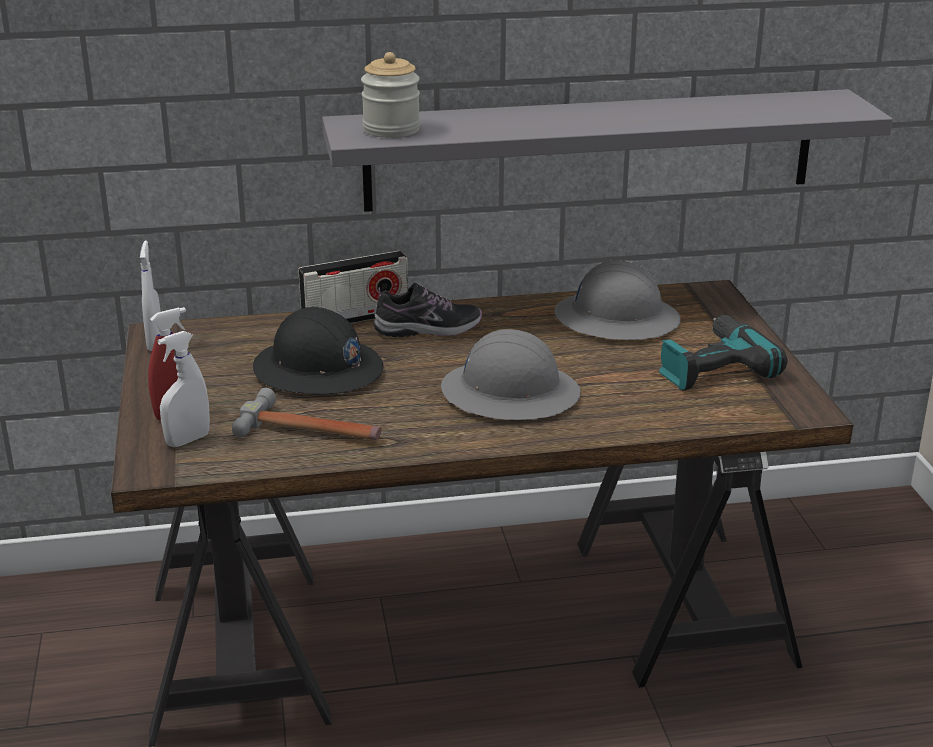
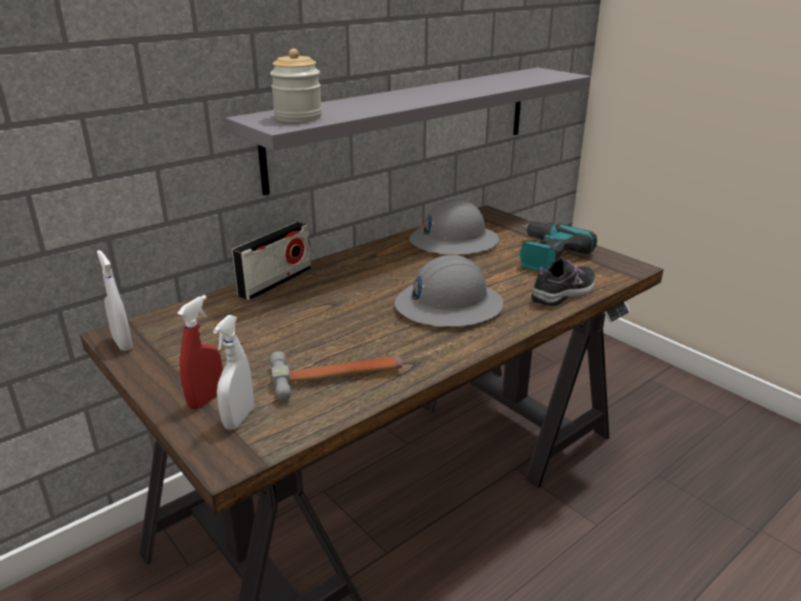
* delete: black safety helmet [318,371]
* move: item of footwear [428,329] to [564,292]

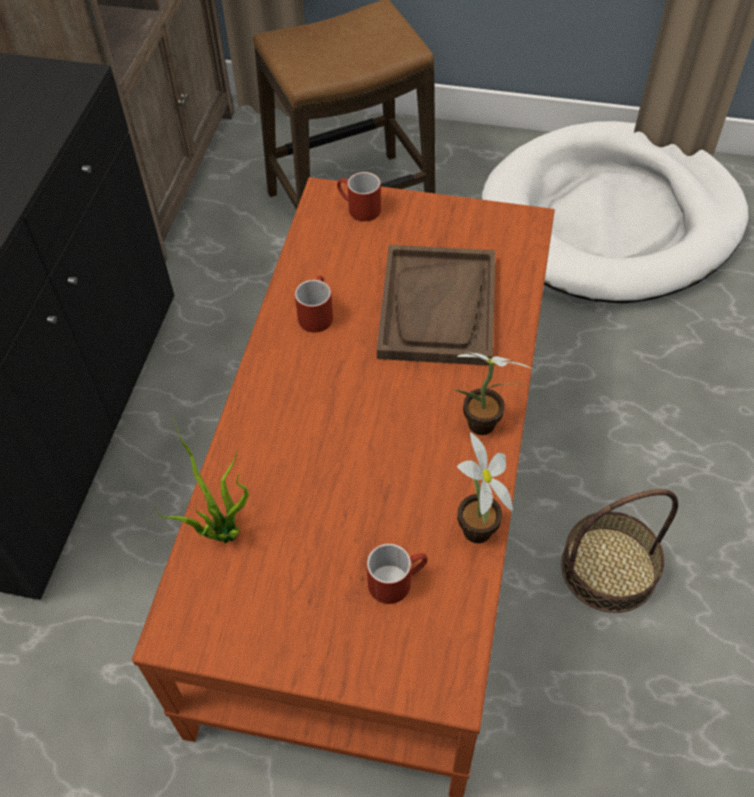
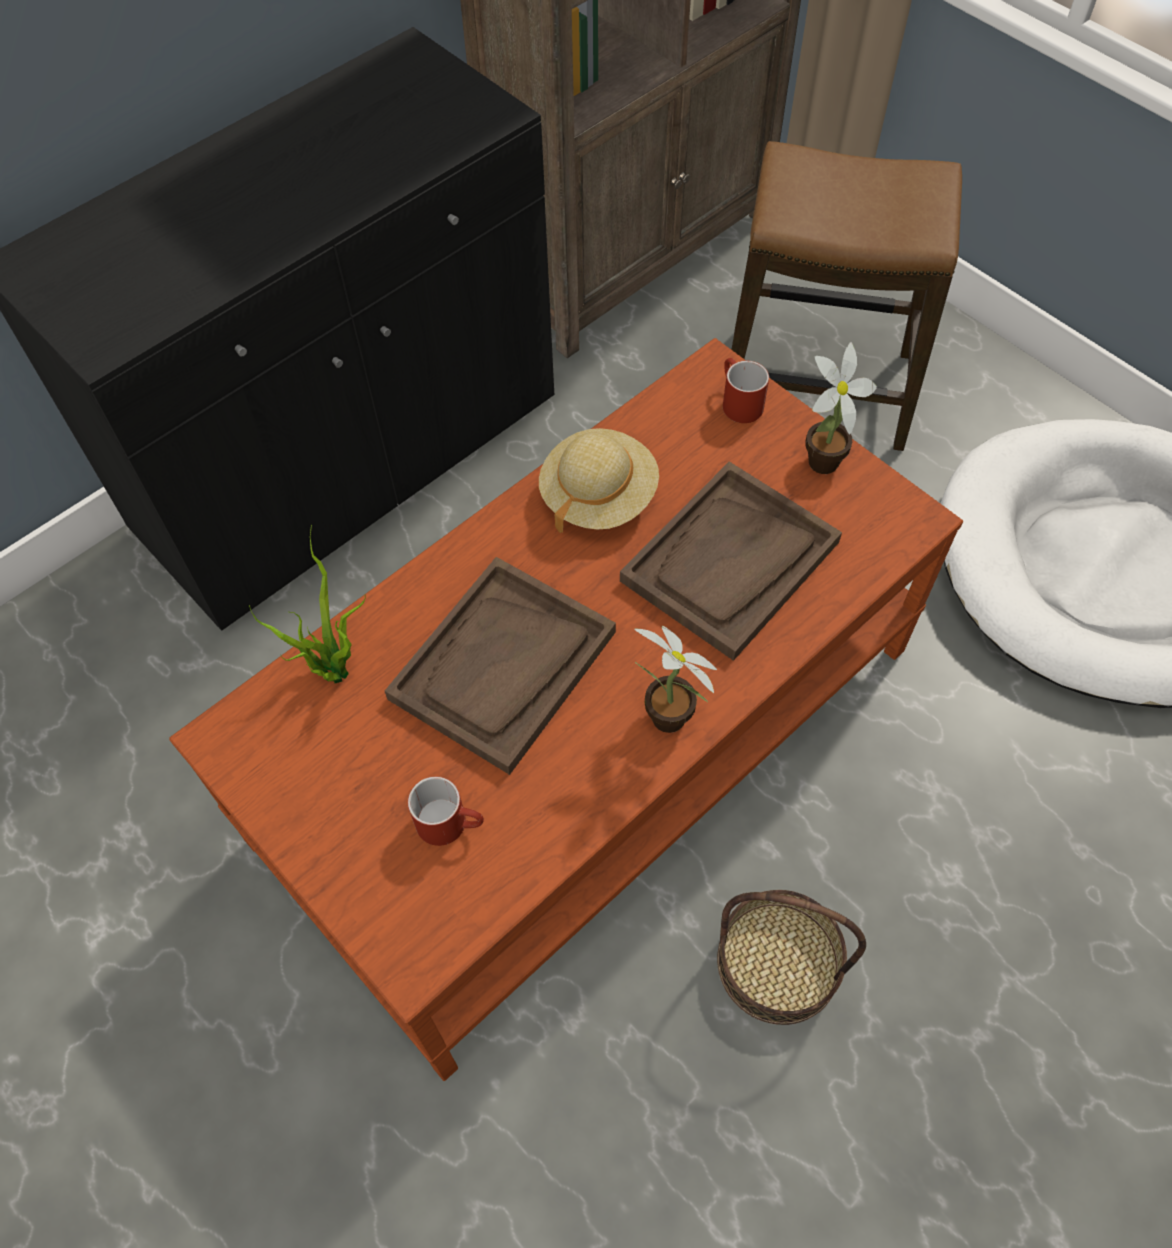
* insert: brown-coloured serving tray [503,666]
* move: plant in a pot [475,535] to [818,465]
* replace: reddish mug [316,313] to beige hat [598,496]

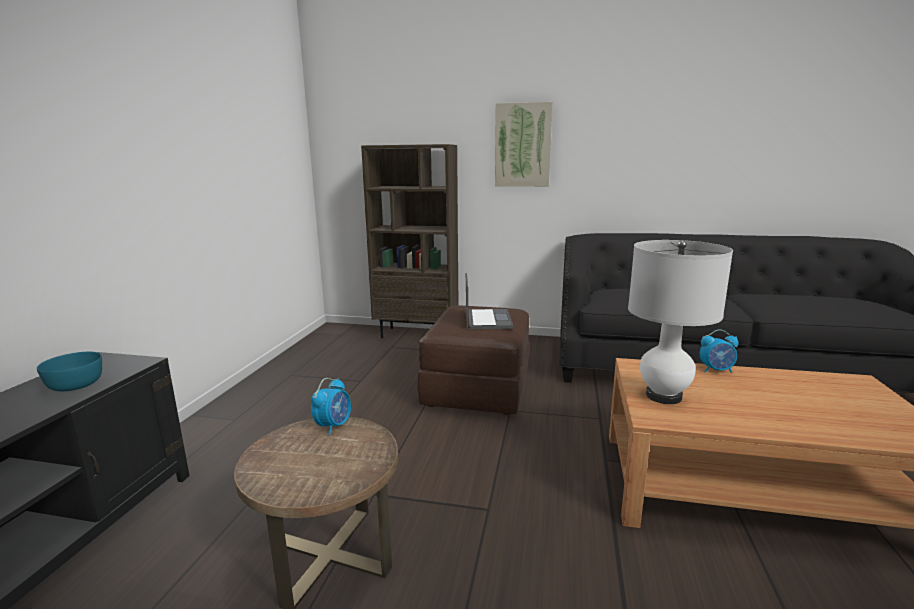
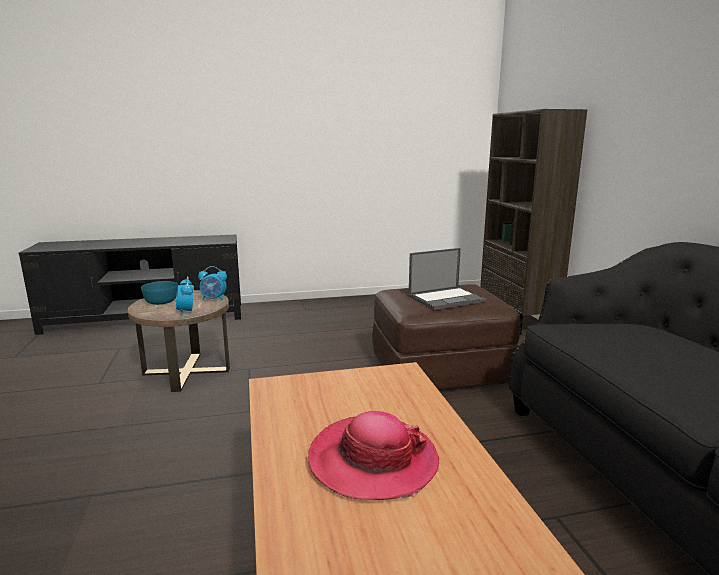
* delete: wall picture [523,145]
* delete: white table lamp [663,396]
* insert: hat [373,461]
* move: turquoise-coloured serving bowl [74,384] to [161,301]
* move: table clock [716,370] to [186,311]

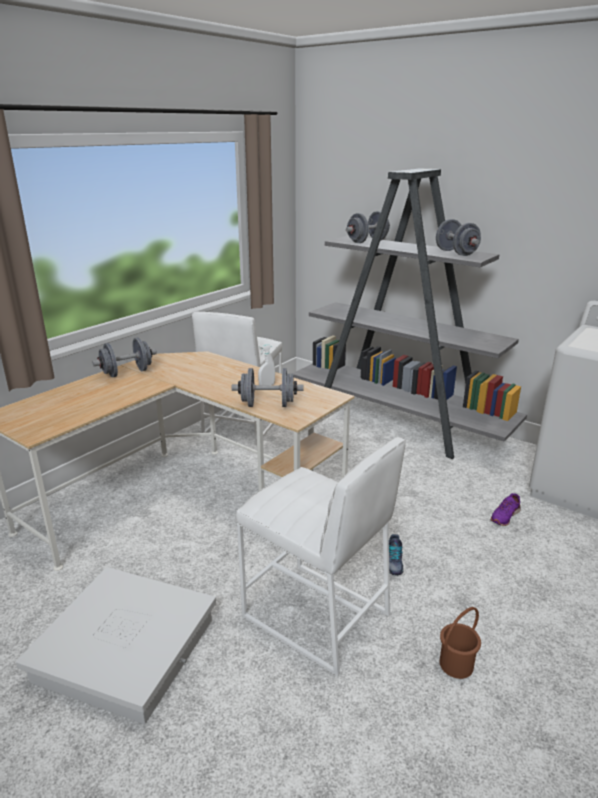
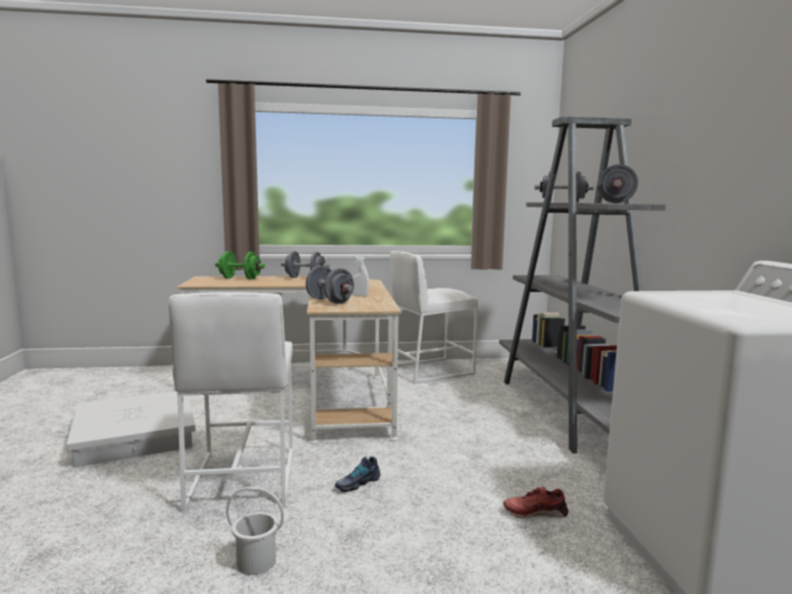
* insert: green-coloured hand weight [240,278]
* recolor: brown-coloured water bucket [457,664] to white water bucket [256,562]
* recolor: purple-coloured item of footwear [505,516] to reddish item of footwear [535,512]

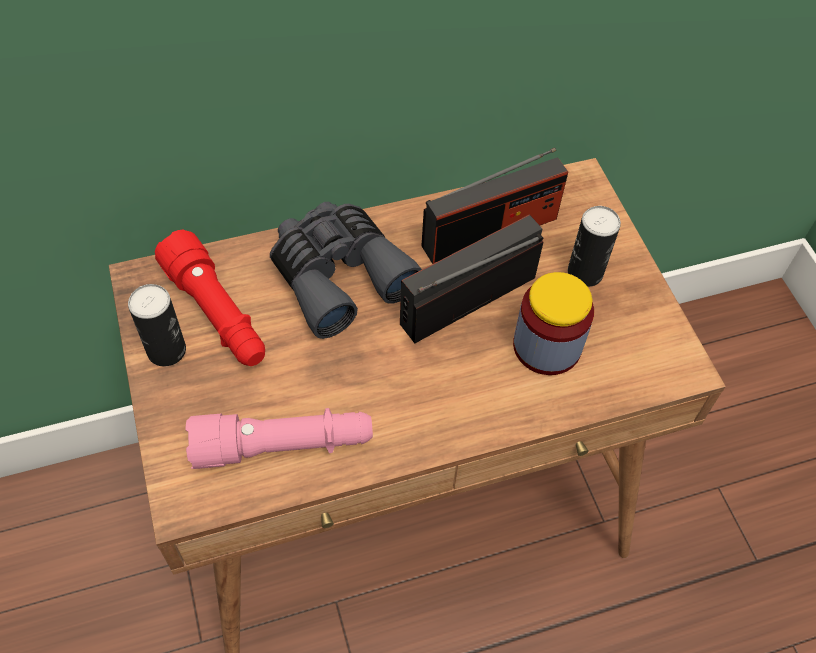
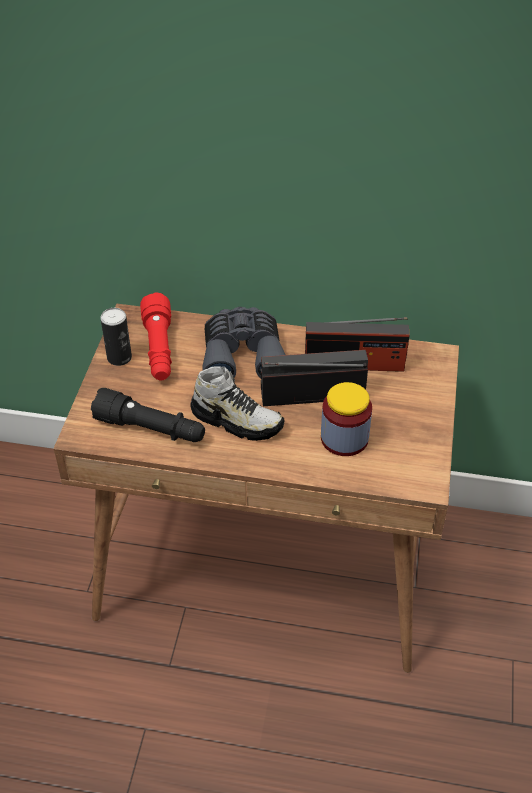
* delete: sealed can [585,273]
* insert: item of footwear [237,420]
* recolor: pink-coloured hand torch [283,446] to black hand torch [151,429]

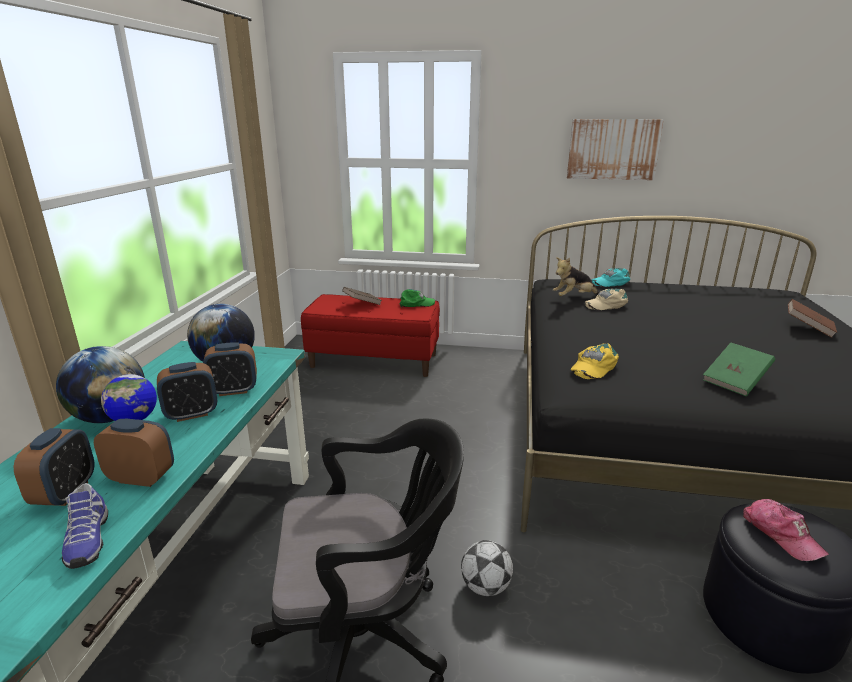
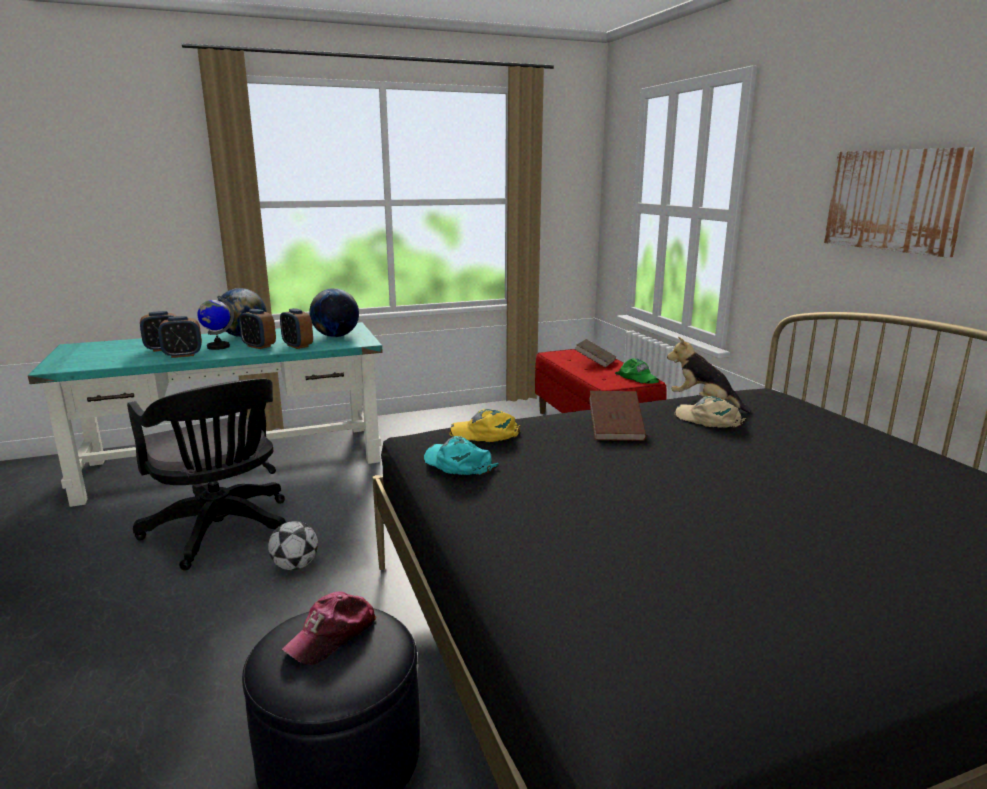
* delete: item of footwear [87,541]
* delete: green-coloured volume [735,381]
* move: turquoise-coloured peaked cap [610,282] to [458,463]
* move: brown-coloured volume [808,328] to [615,430]
* rotate: table clock [142,477] = [183,355] 90 degrees clockwise

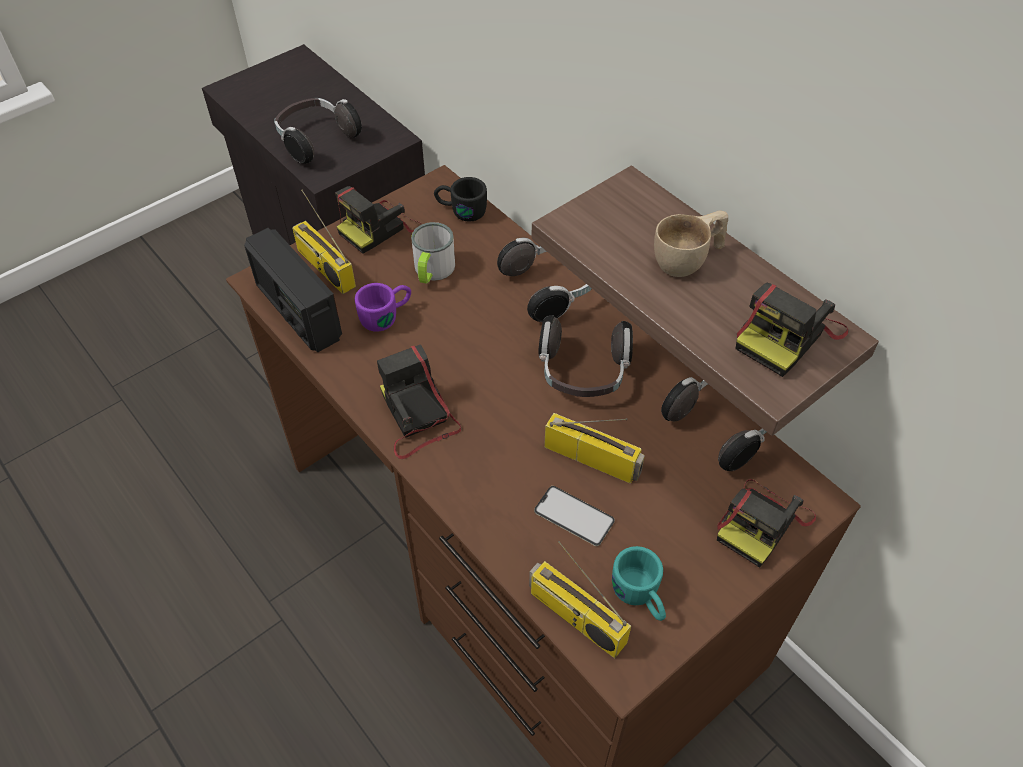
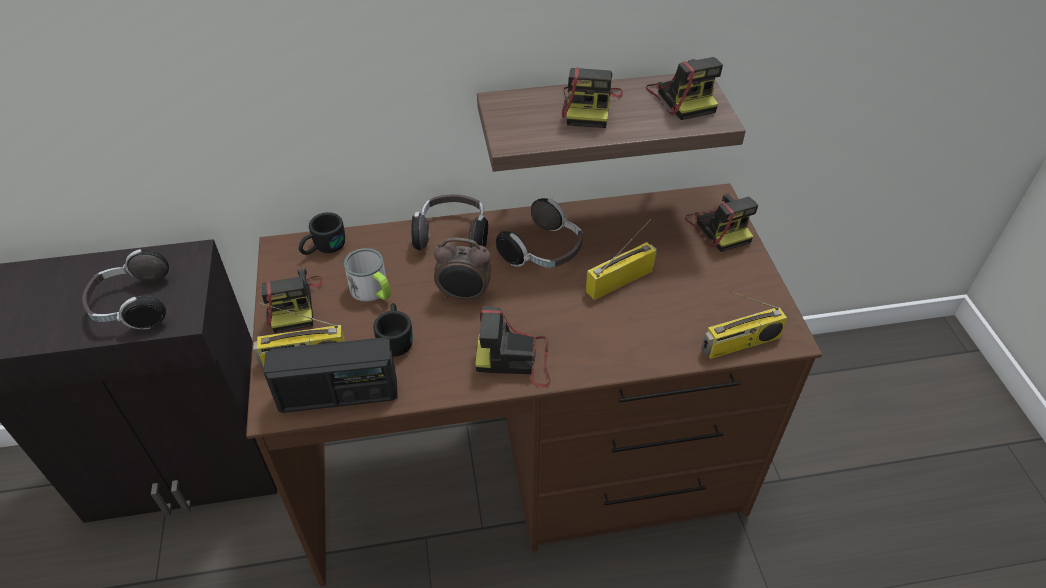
* delete: telephone [574,516]
* delete: turquoise-coloured mug [640,597]
* delete: headphones [720,427]
* insert: table clock [464,295]
* replace: beige cup [688,260] to still camera [590,106]
* recolor: purple-coloured mug [387,315] to black mug [395,337]

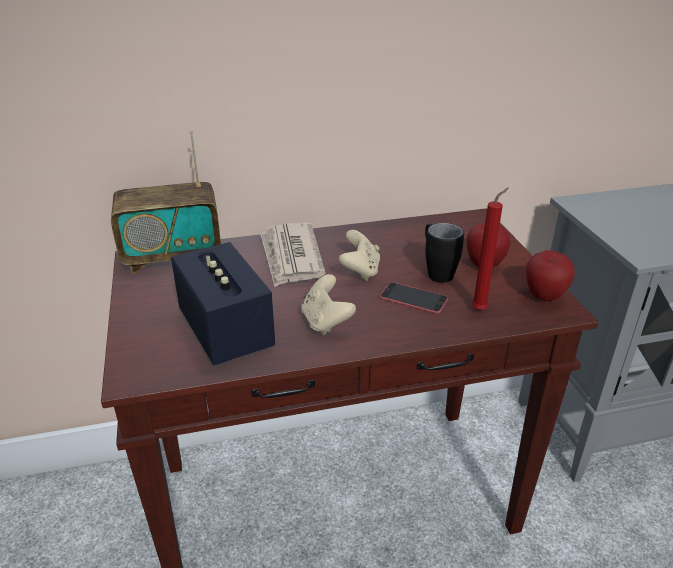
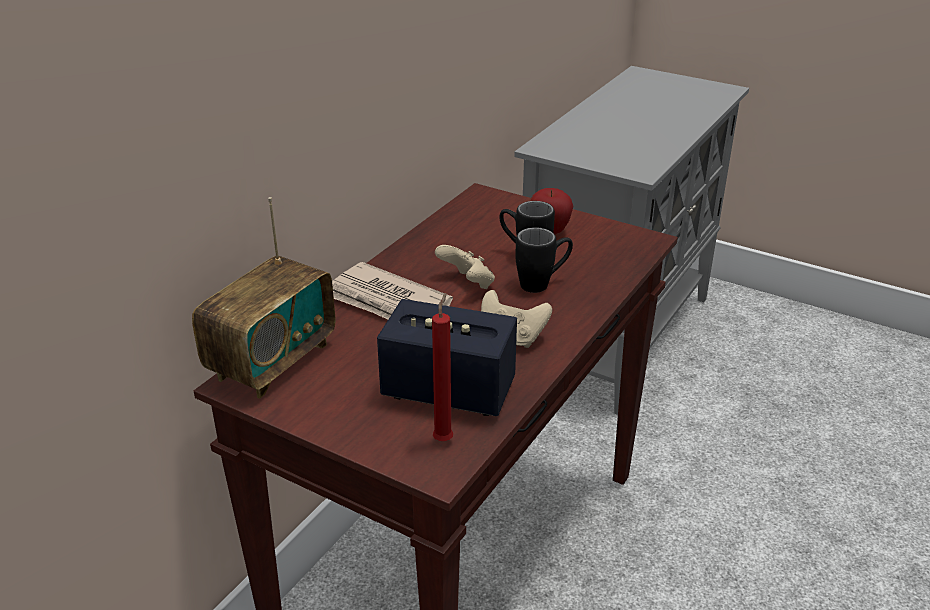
* delete: apple [544,296]
* move: reddish candle [481,309] to [444,439]
* replace: telephone [413,298] to black mug [543,284]

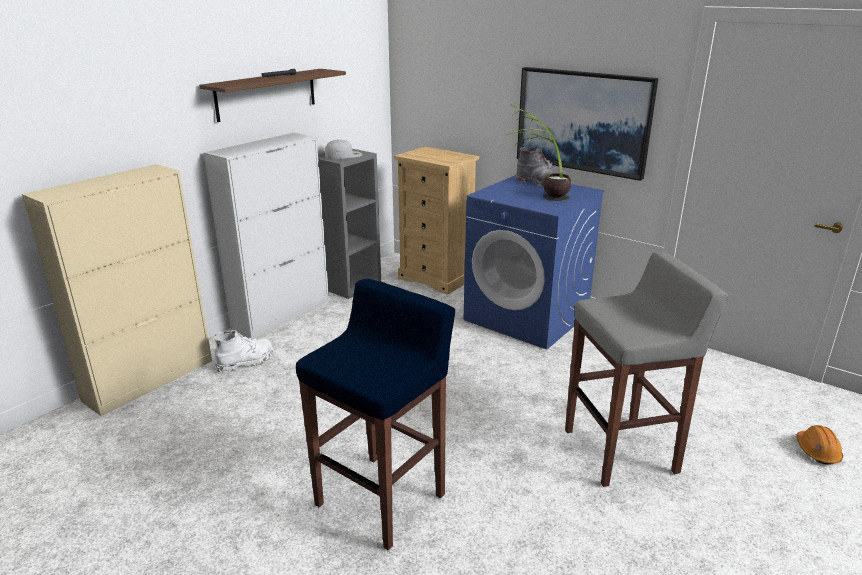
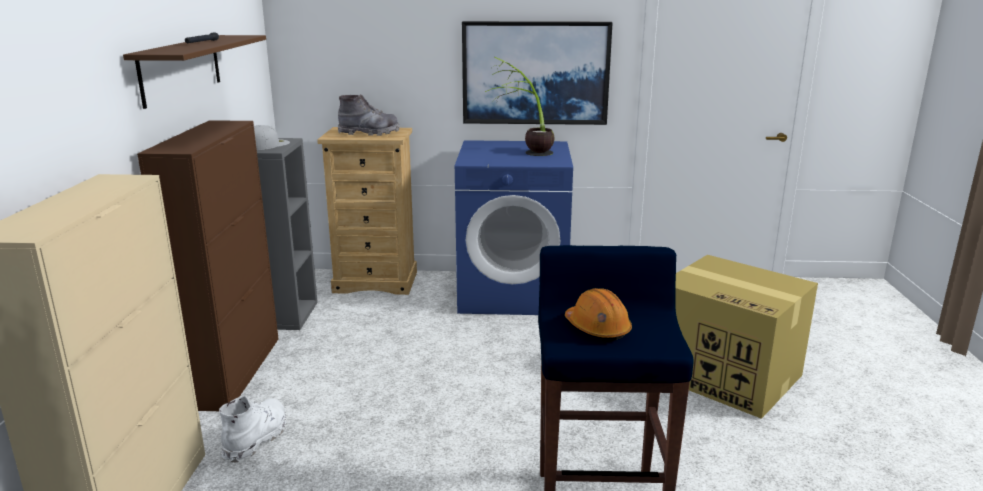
* move: grey tall boot [541,183] to [369,133]
* move: orange safety helmet [817,451] to [597,328]
* replace: grey stool [622,451] to packing box [728,376]
* recolor: white cabinet [282,314] to brown-coloured cabinet [235,371]

